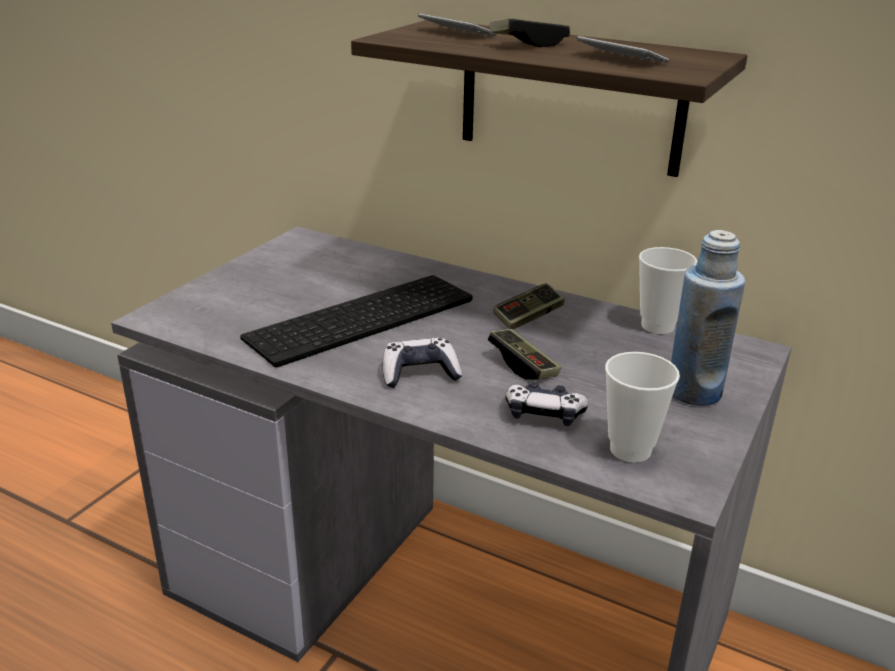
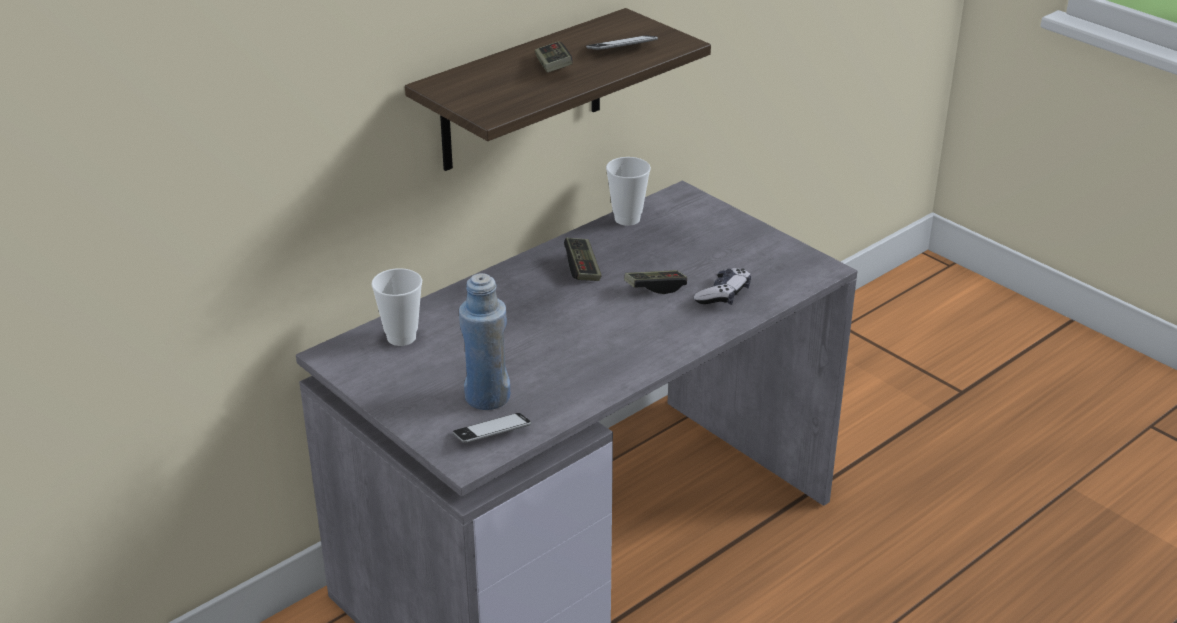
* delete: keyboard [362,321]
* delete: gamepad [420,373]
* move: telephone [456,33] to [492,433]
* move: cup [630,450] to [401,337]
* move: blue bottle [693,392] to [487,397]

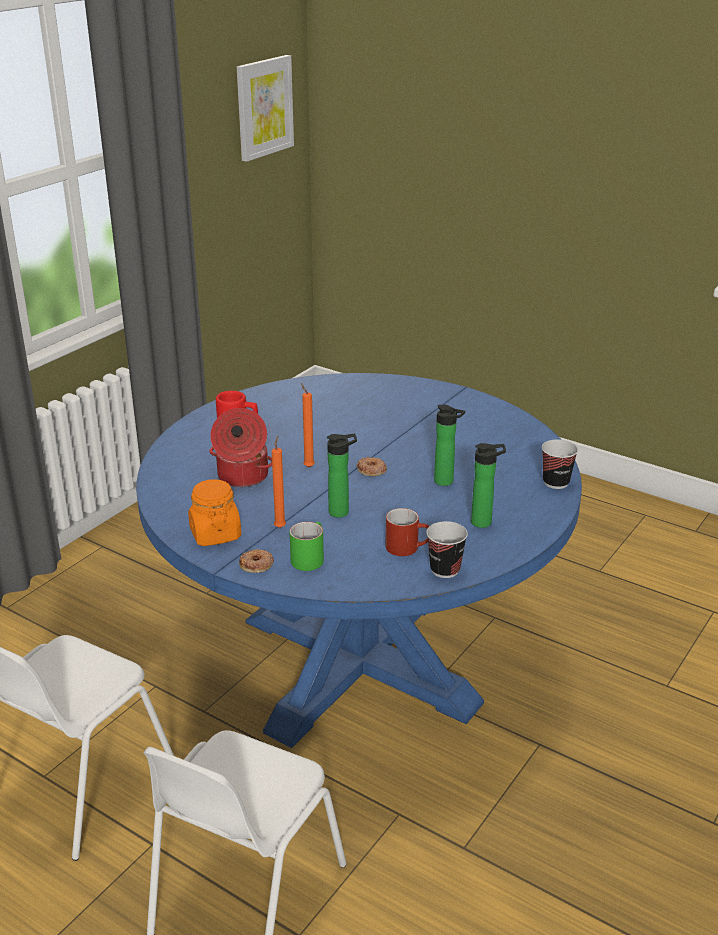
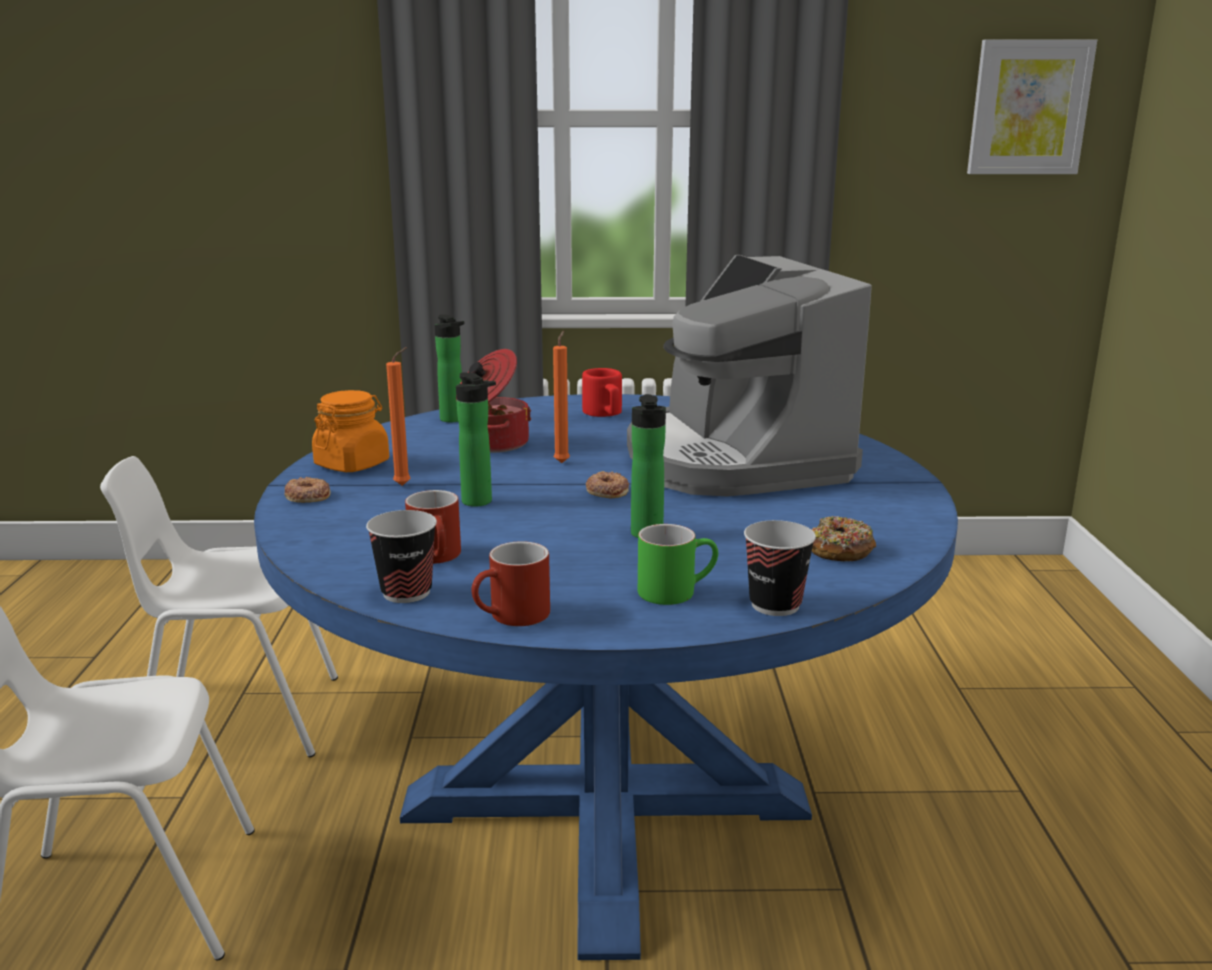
* insert: reddish mug [512,617]
* insert: coffee machine [733,460]
* insert: doughnut [839,550]
* move: green-coloured mug [309,557] to [676,590]
* move: bottle [484,522] to [454,420]

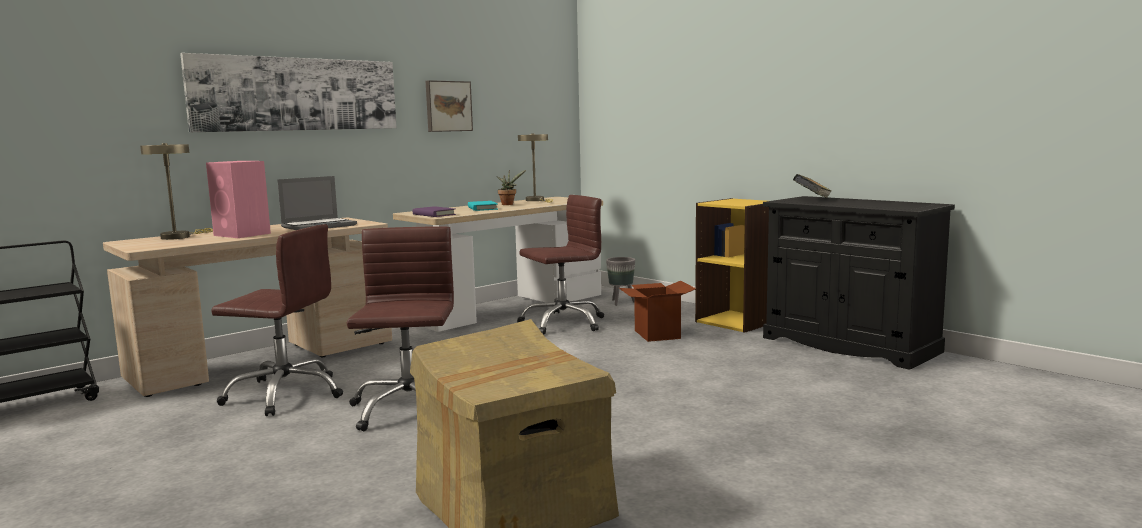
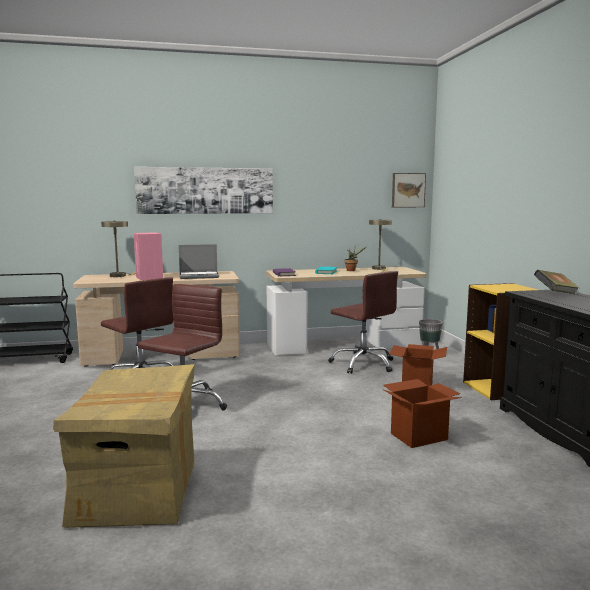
* insert: packing box [419,436]
* move: wall picture [448,106] to [408,190]
* rotate: brown-coloured computer chair [563,323] = [363,364] 45 degrees clockwise

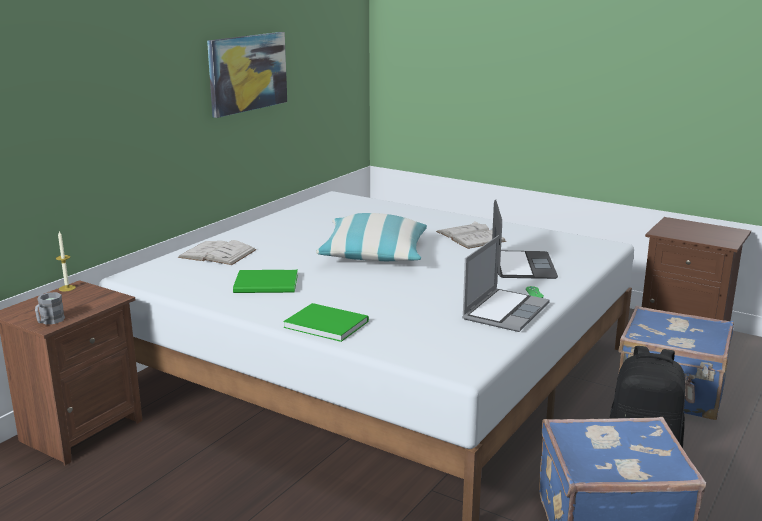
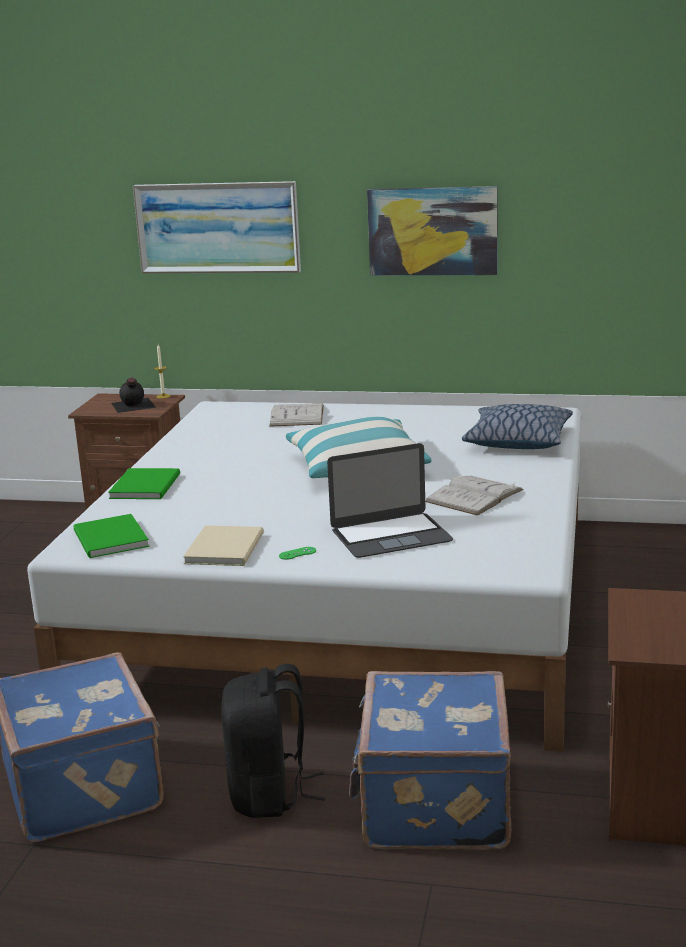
* delete: grey mug [49,321]
* insert: black bottle [132,405]
* insert: wall picture [218,227]
* insert: throw pillow [517,441]
* move: green-coloured volume [268,284] to [109,540]
* replace: portable computer [505,311] to beige volume [227,547]

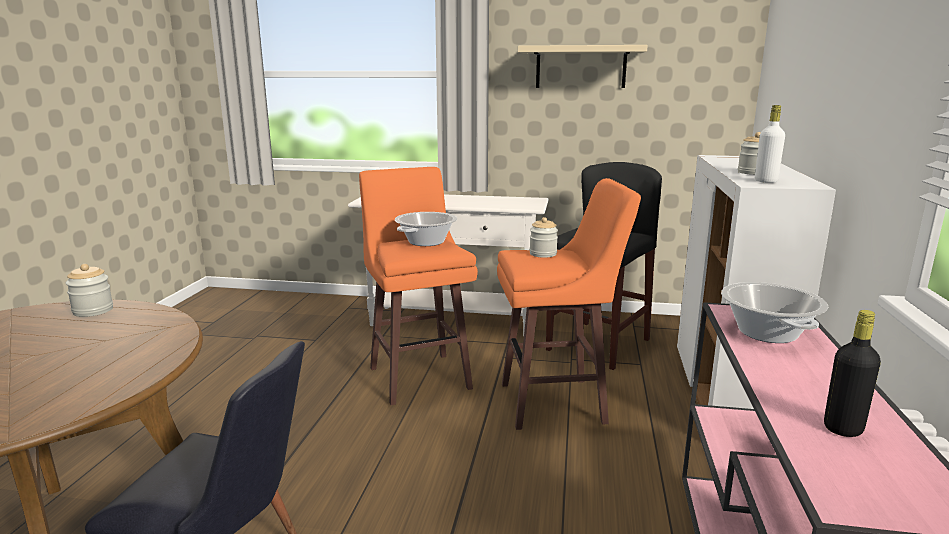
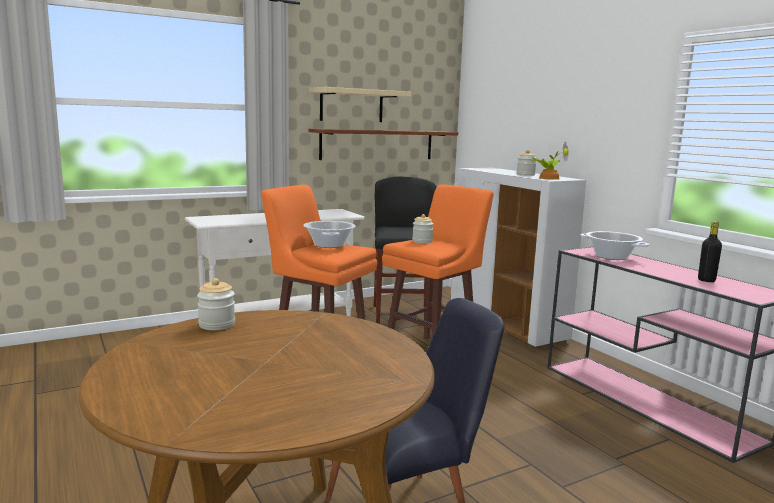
* insert: brown-coloured shelf [377,144]
* replace: white bottle [765,181] to plant in a pot [548,178]

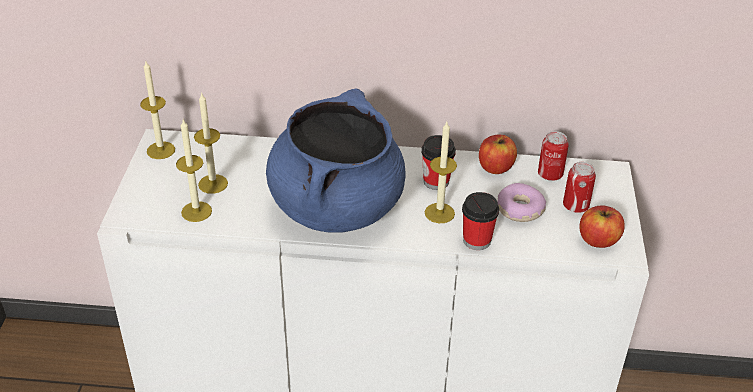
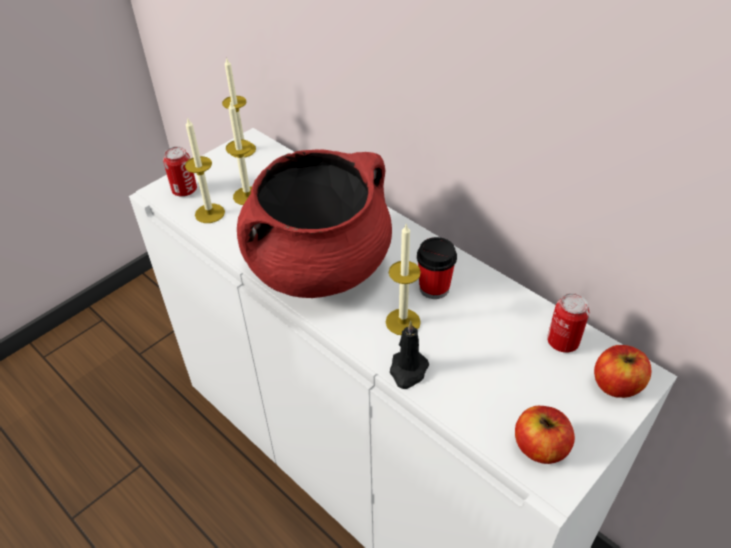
* delete: doughnut [519,209]
* move: apple [495,167] to [616,384]
* move: sealed can [575,206] to [184,190]
* replace: cup [477,240] to black candle [408,371]
* recolor: blue saucepot [336,207] to reddish saucepot [319,266]

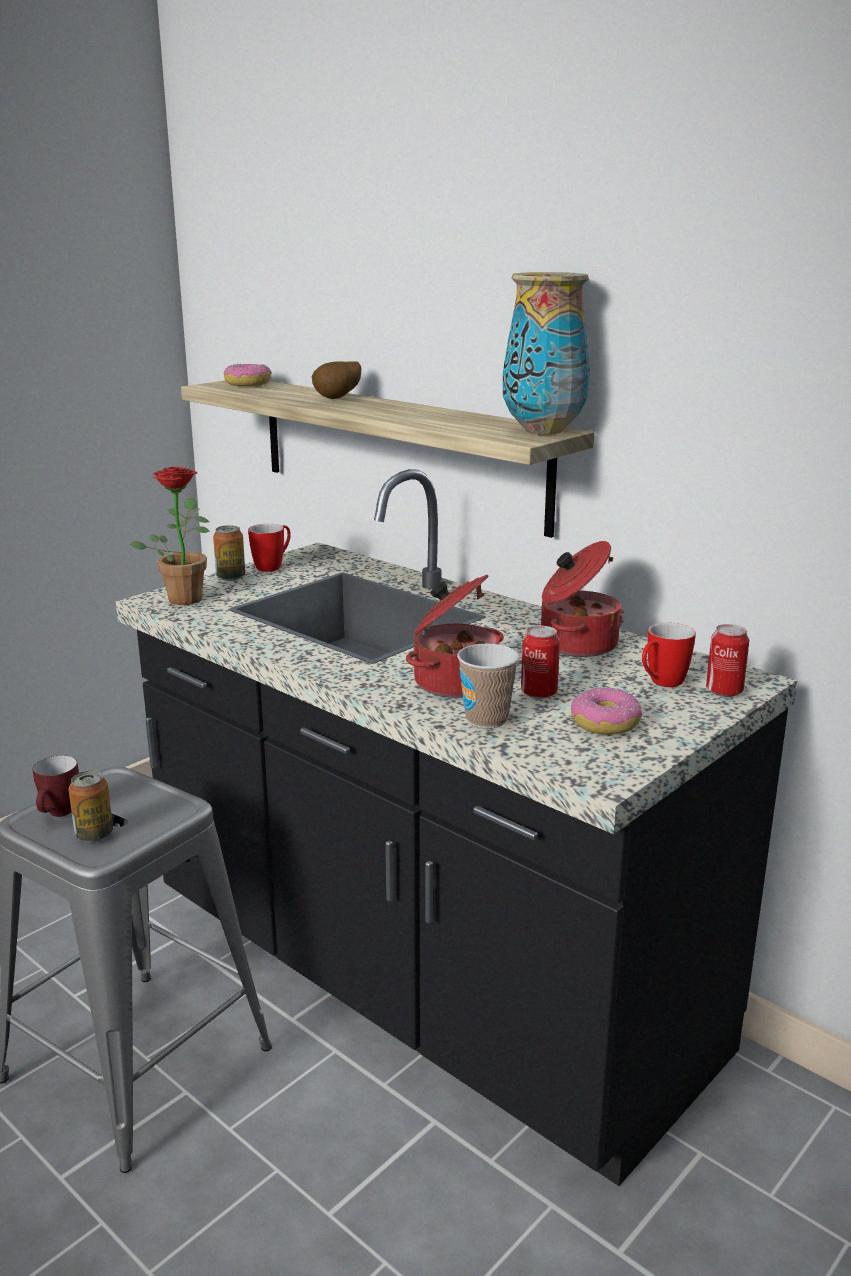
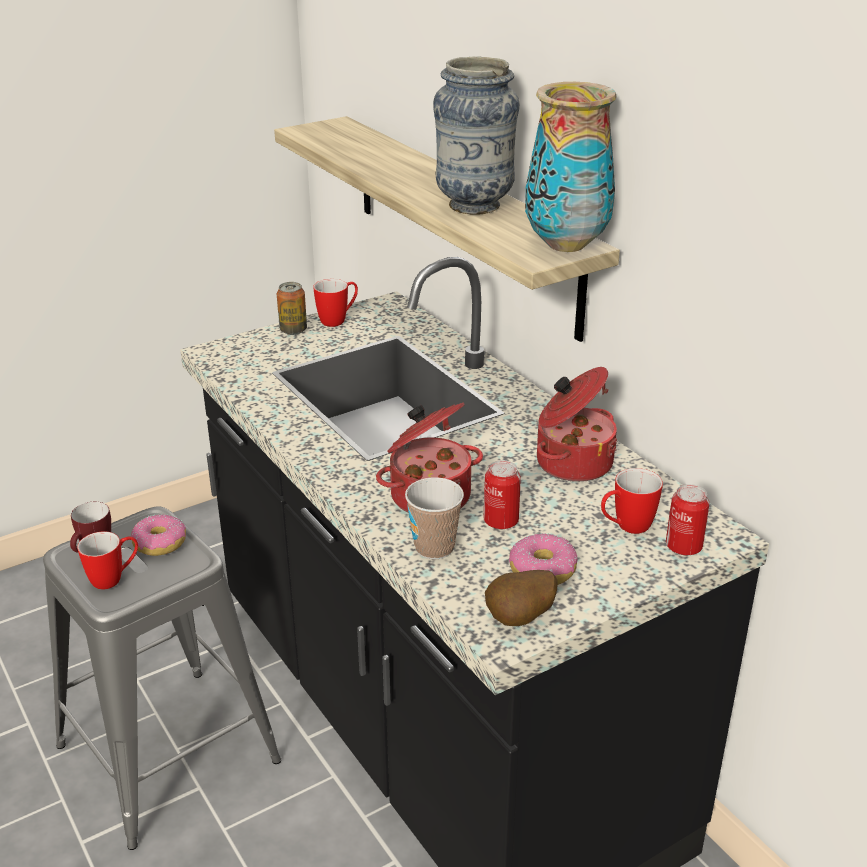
* delete: plant in a pot [184,597]
* insert: flower vase [474,206]
* move: doughnut [248,384] to [160,543]
* move: spud [338,399] to [520,620]
* replace: sealed can [94,834] to mug [114,578]

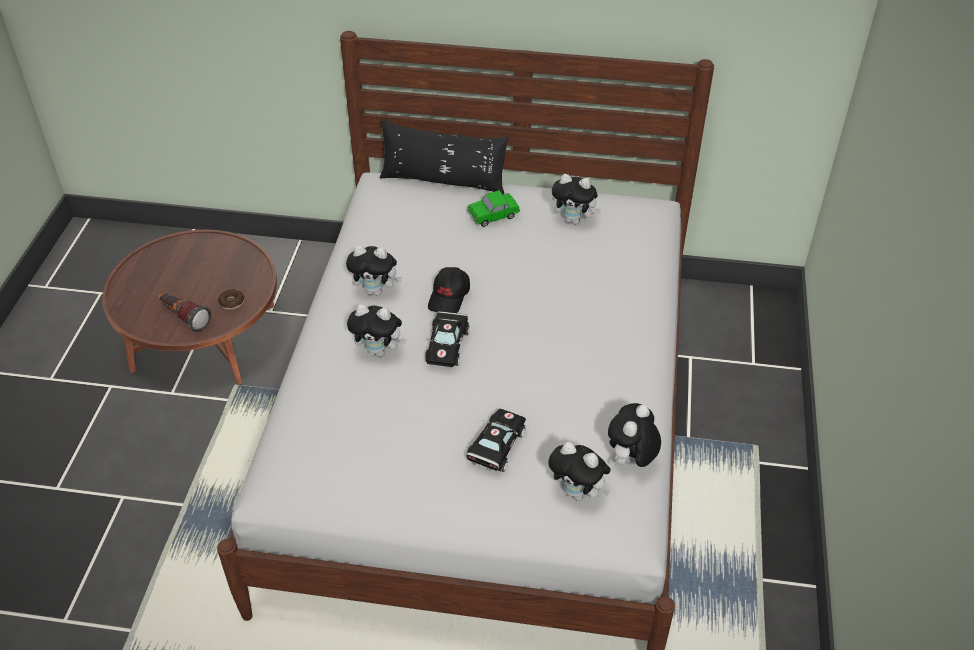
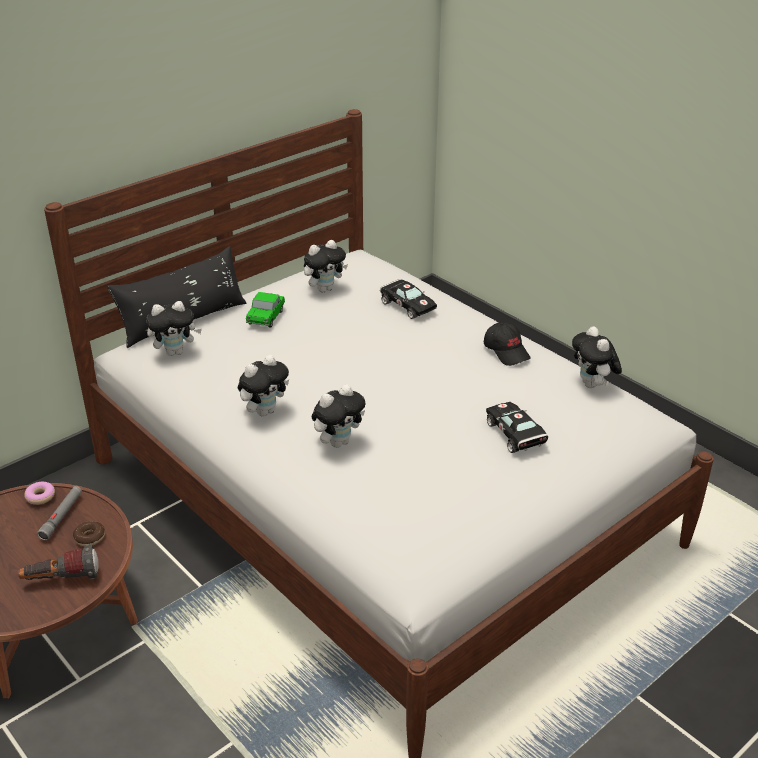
* insert: doughnut [40,496]
* insert: grey hand torch [62,516]
* move: black toy car [447,345] to [406,305]
* move: black peaked cap [449,297] to [506,351]
* move: cuddly toy [578,493] to [175,352]

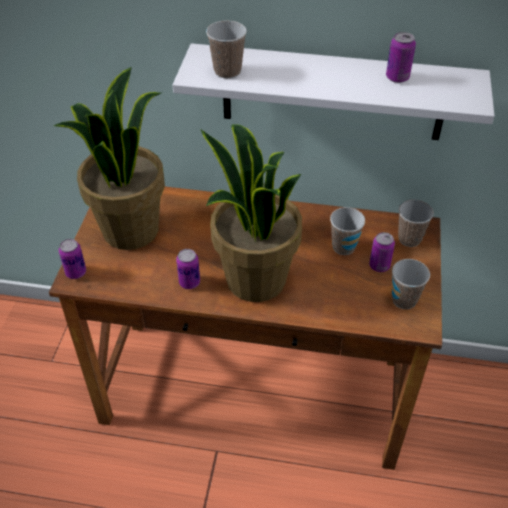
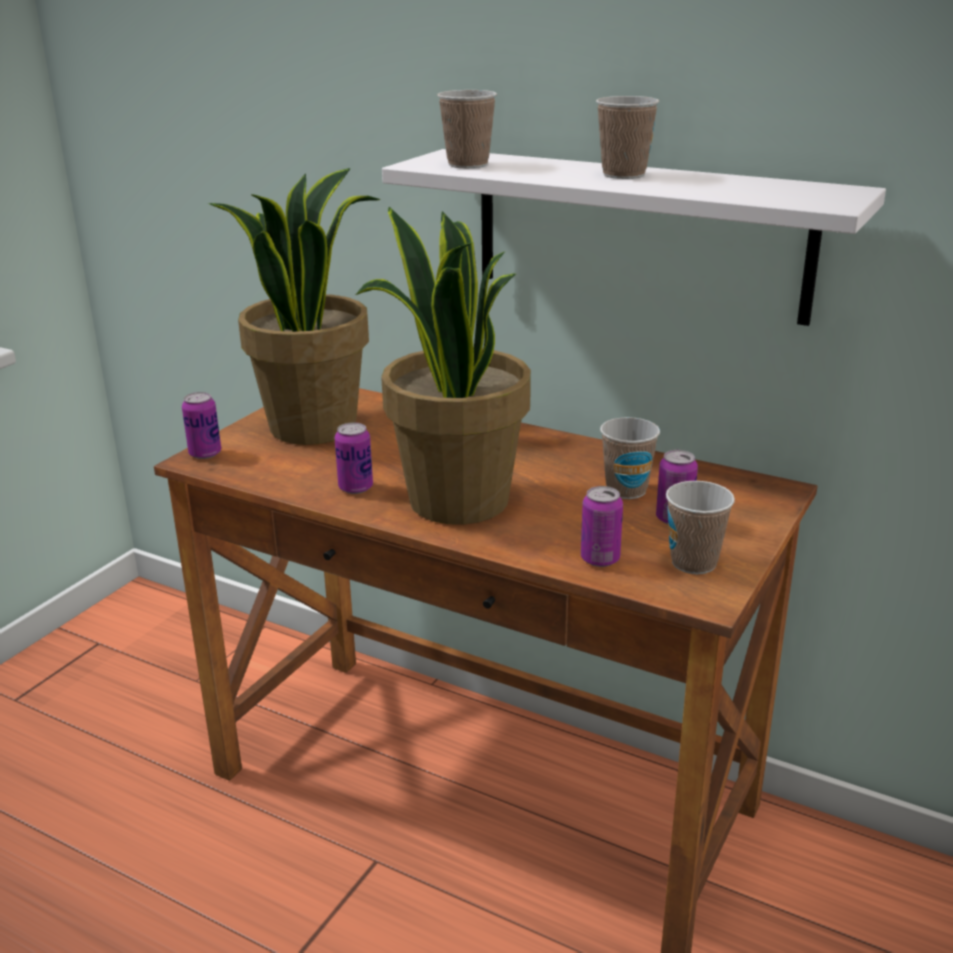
* move: sealed can [397,77] to [600,559]
* move: cup [409,239] to [623,174]

